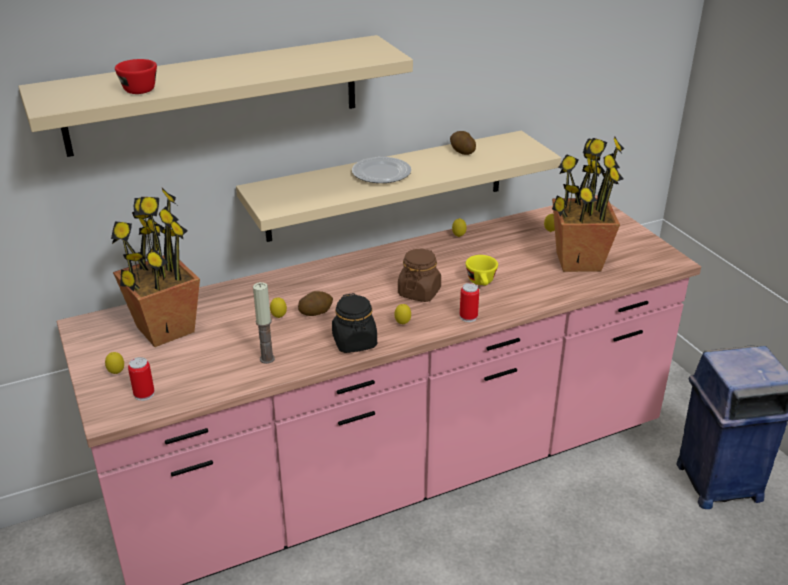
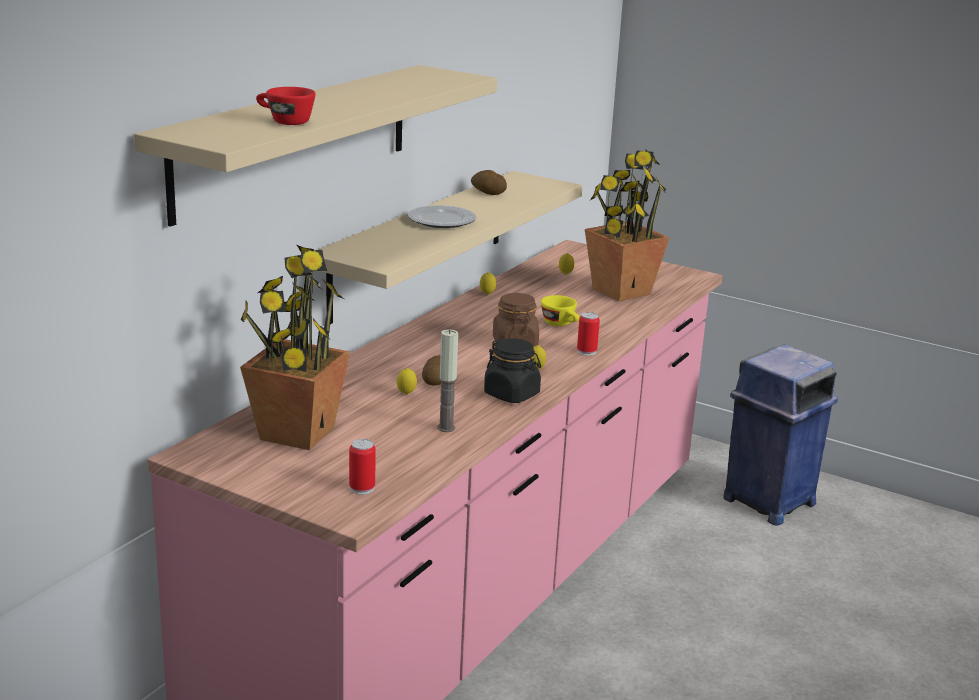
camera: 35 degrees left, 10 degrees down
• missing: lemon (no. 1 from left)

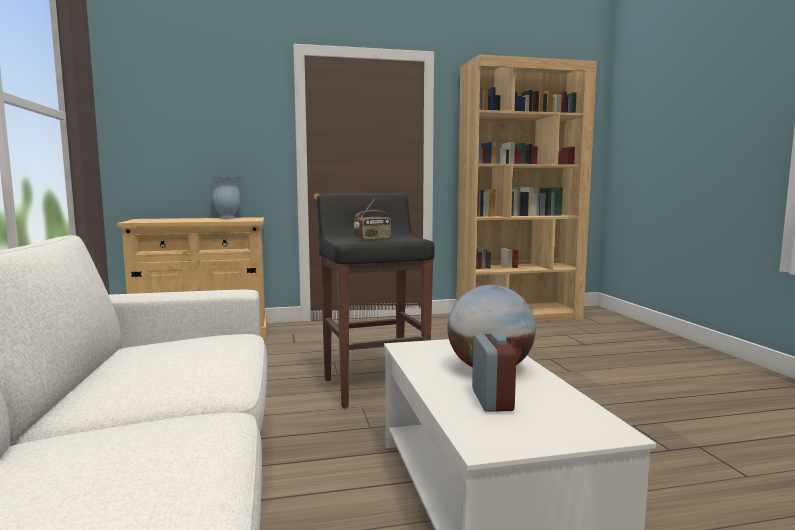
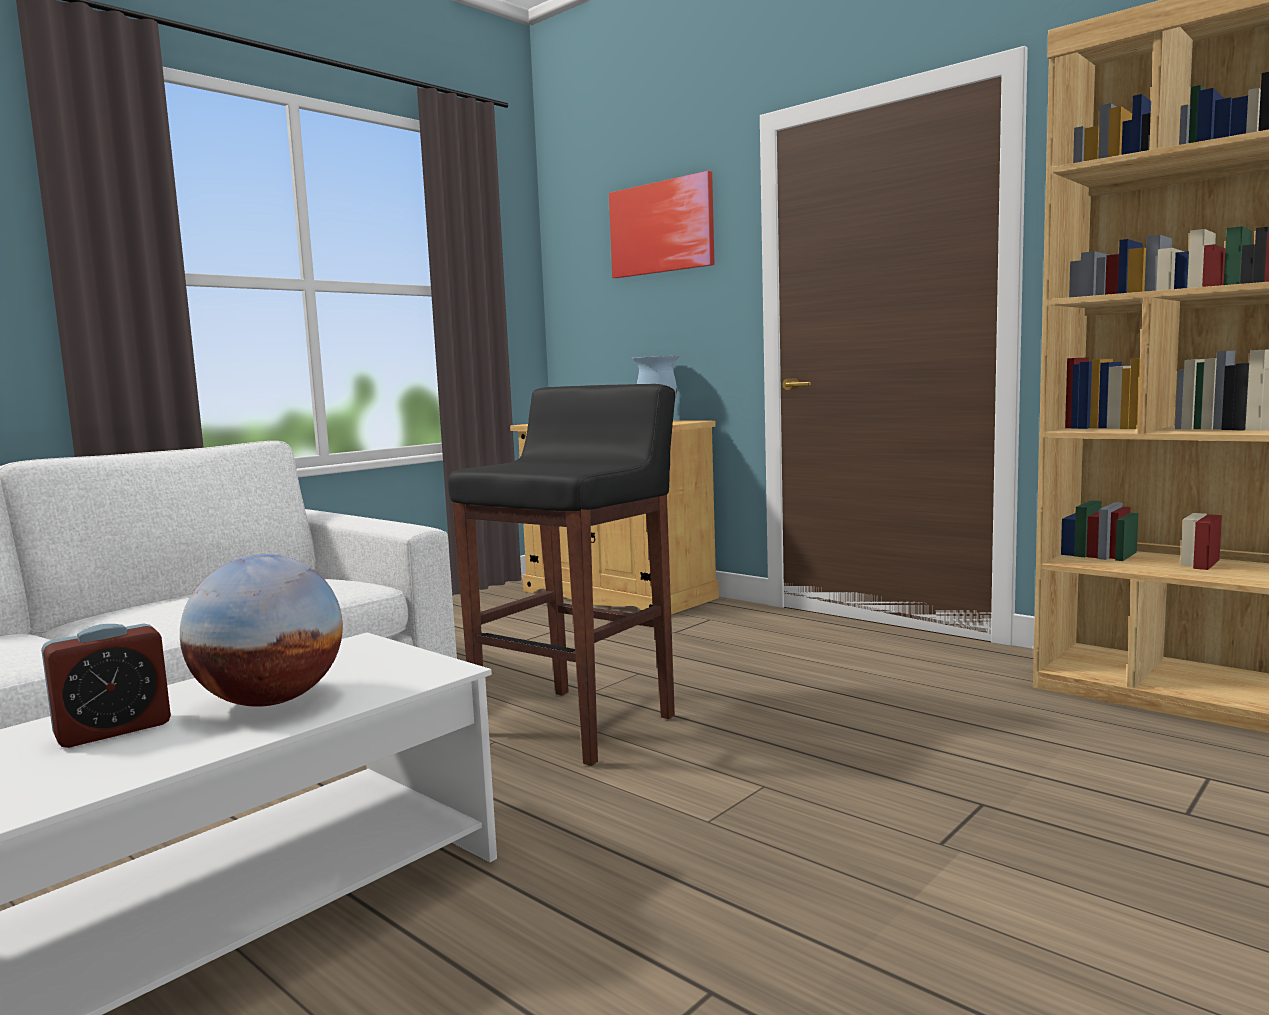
camera: 55 degrees right, 0 degrees up
• missing: radio
• appeared: picture

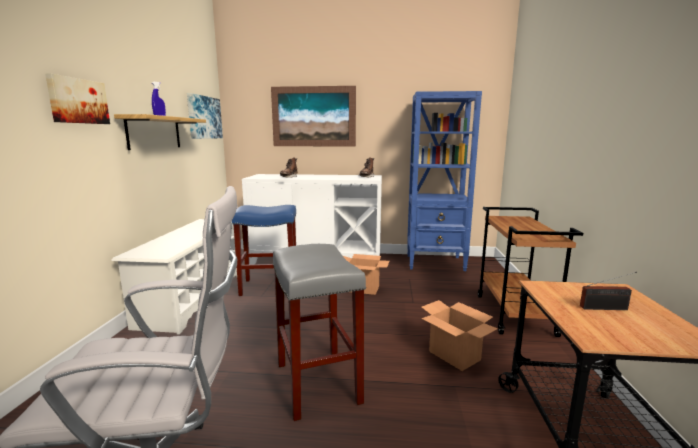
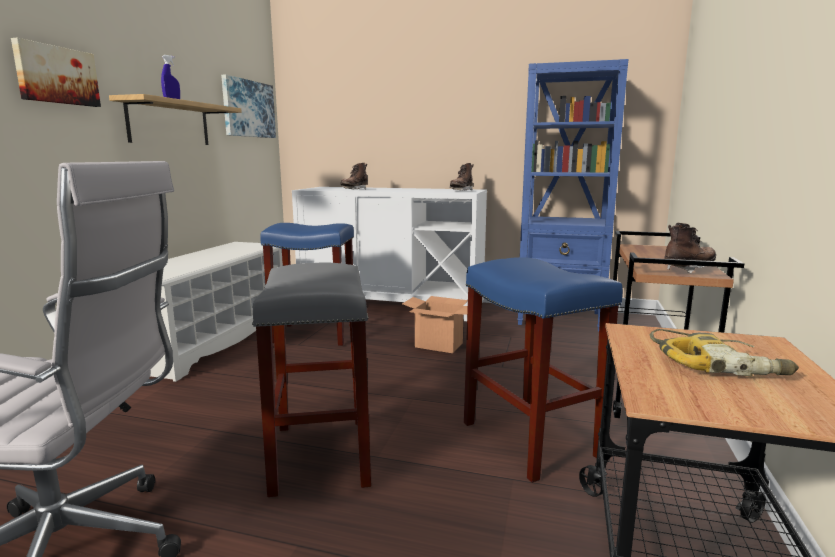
camera: 10 degrees right, 0 degrees up
• missing: picture (no. 3 from left)
• exchanged: radio to power drill
• exchanged: cardboard box (no. 2 from left) to blue stool (no. 2 from left)
• appeared: brown boot (no. 3 from left)

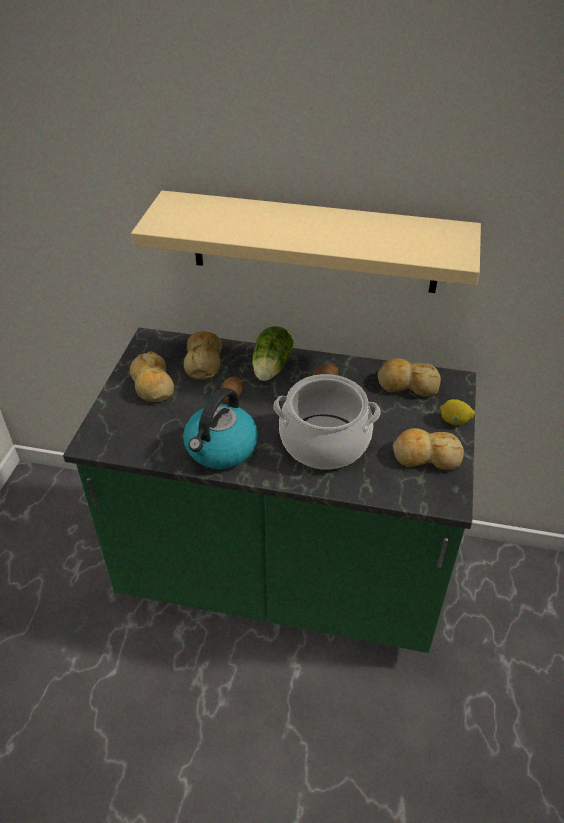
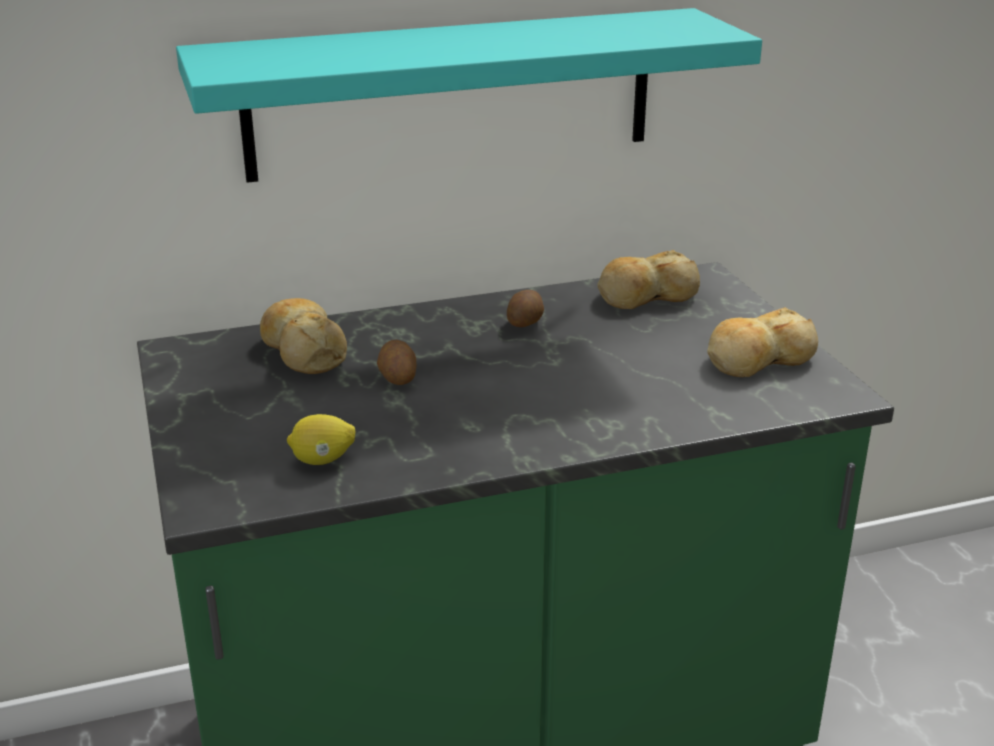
camera: 30 degrees left, 15 degrees down
• colour: beige shelf to turquoise shelf
• missing: lettuce
• missing: bread (no. 1 from left)
• missing: cooking pot
• missing: kettle
• relocated: lemon

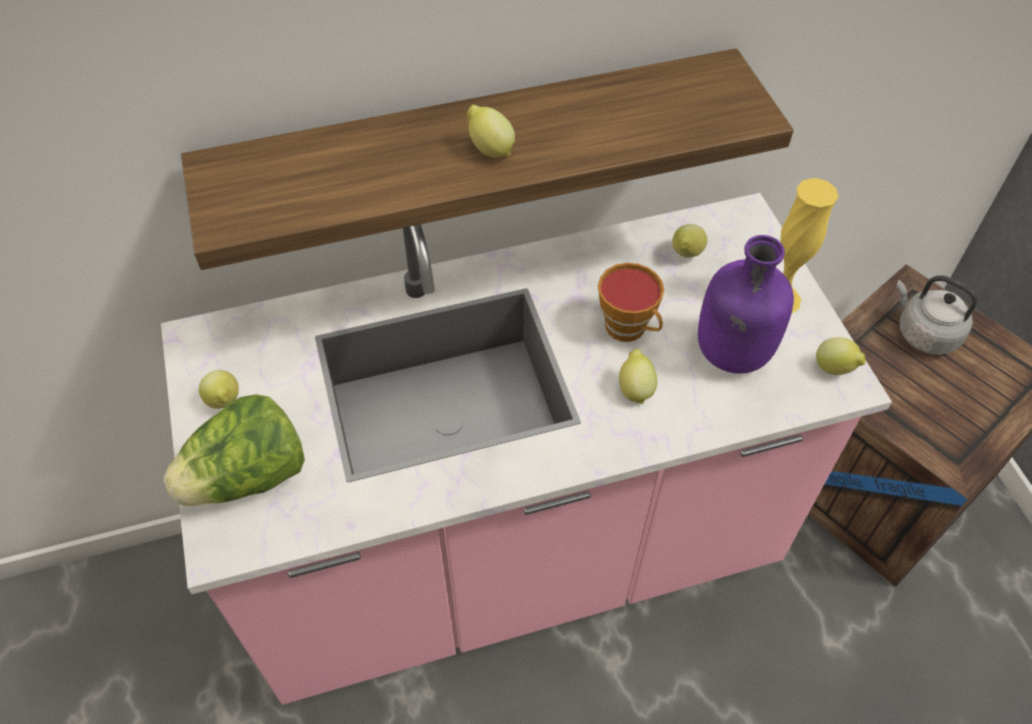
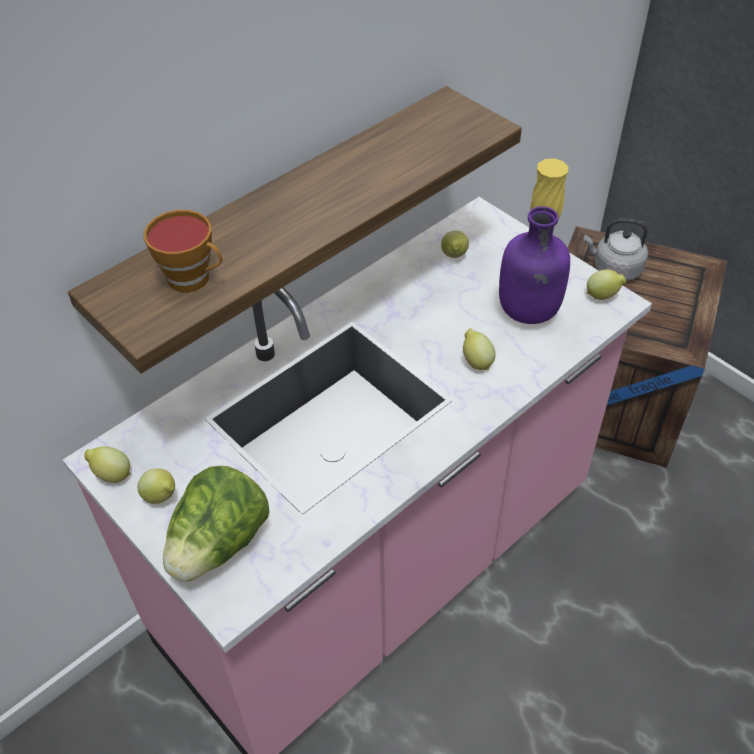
camera: 25 degrees left, 5 degrees down
• relocated: lemon (no. 2 from left in the first image) to lemon (no. 1 from left)
• relocated: cup

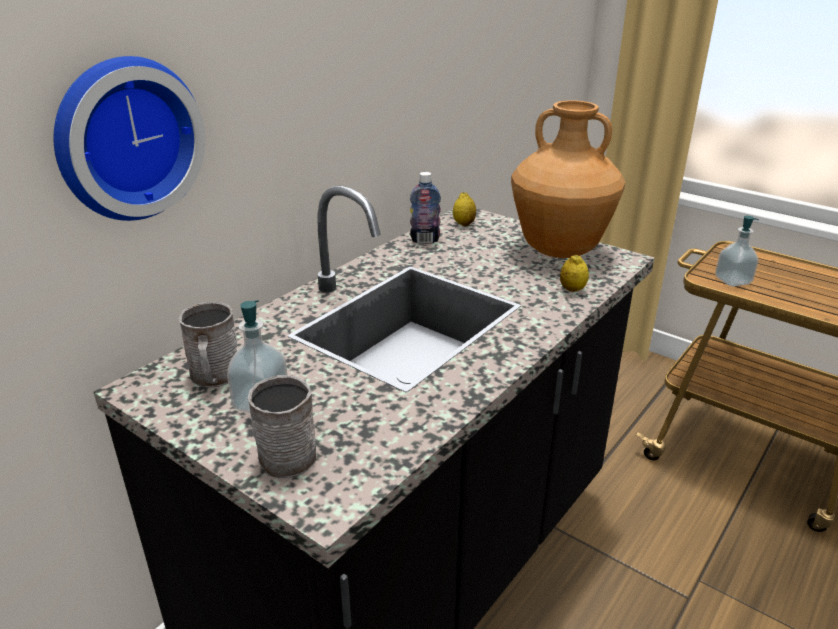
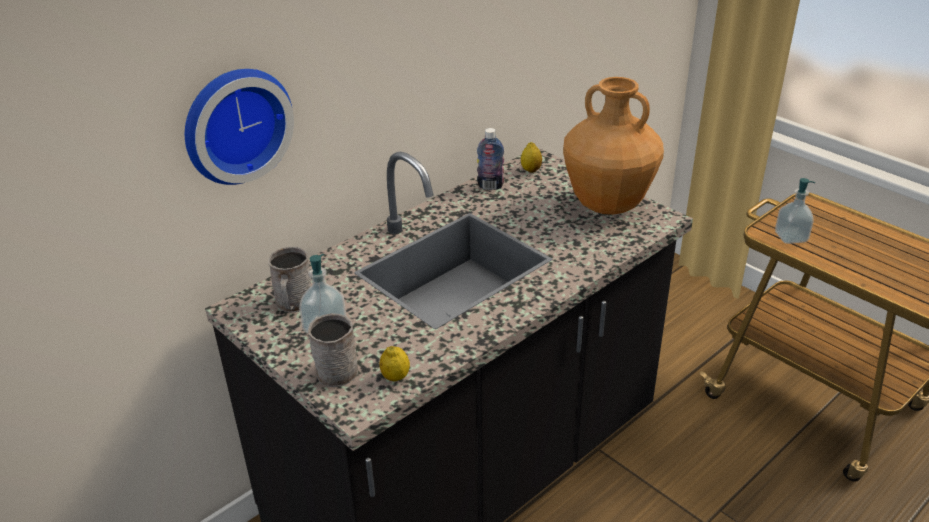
camera: 10 degrees right, 5 degrees up
• relocated: lemon (no. 2 from left in the first image) to lemon (no. 1 from left)

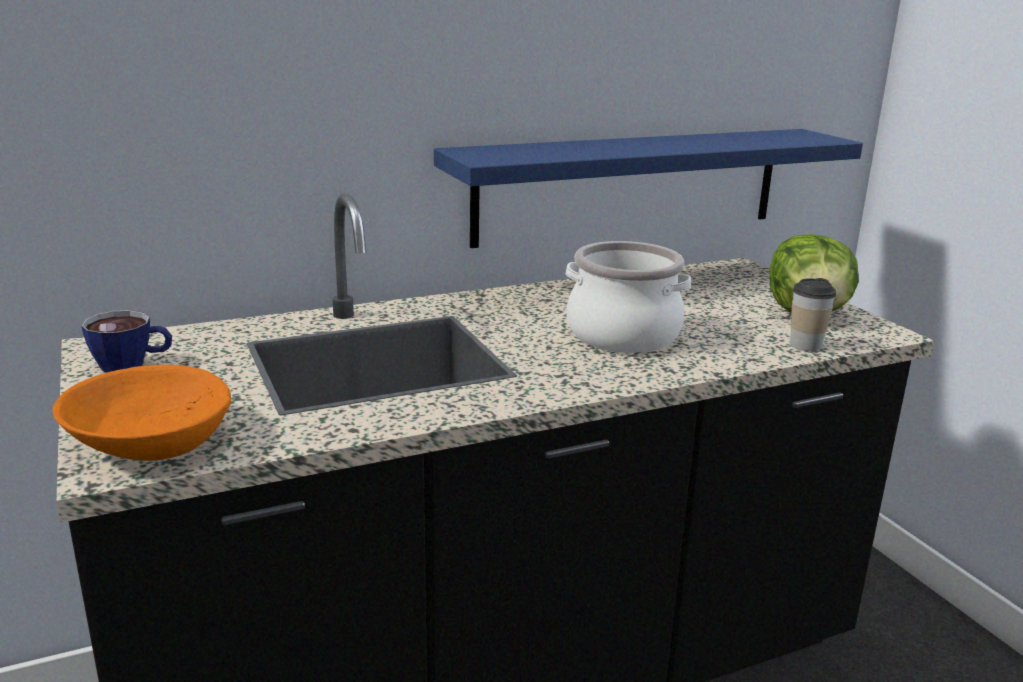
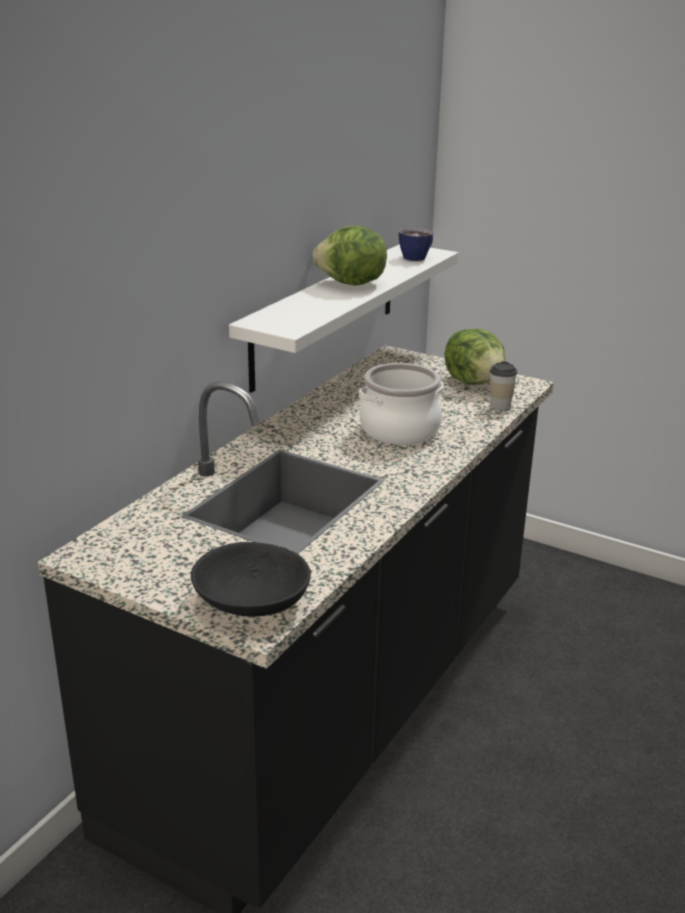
camera: 35 degrees left, 5 degrees up
• colour: blue shelf to white shelf
• relocated: cup (no. 1 from left)
• colour: orange bowl to black bowl
• appeared: lettuce (no. 1 from left)

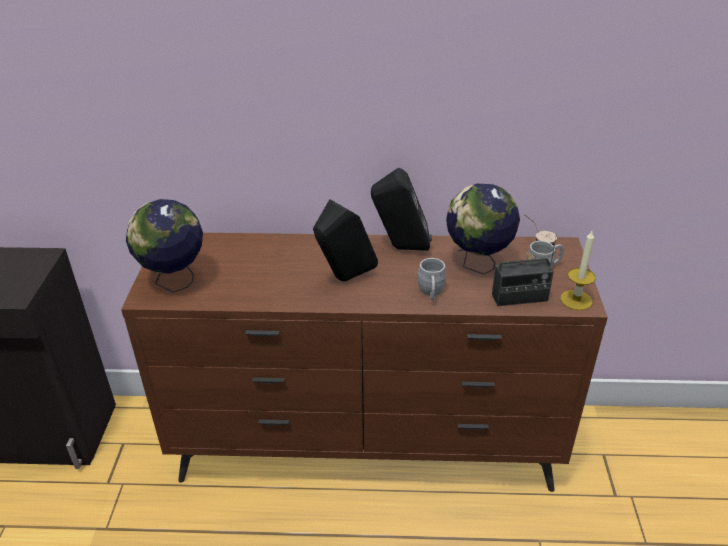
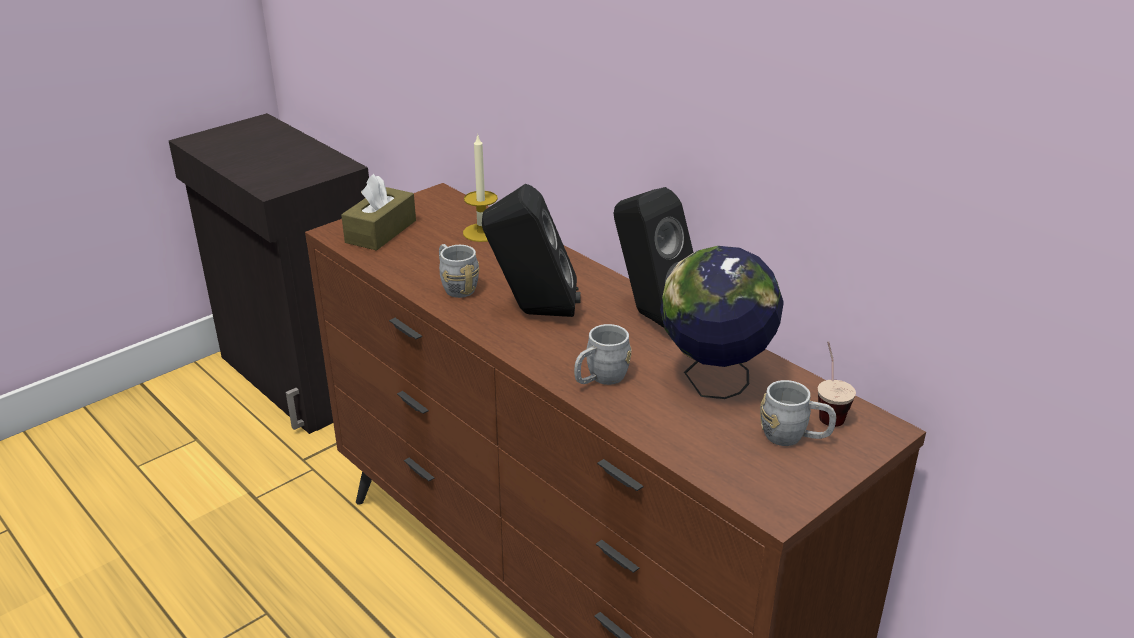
camera: 45 degrees right, 5 degrees down
• exchanged: globe (no. 1 from left) to brown tissue box
• relocated: candle
• missing: radio
• appeared: grey mug (no. 1 from left)

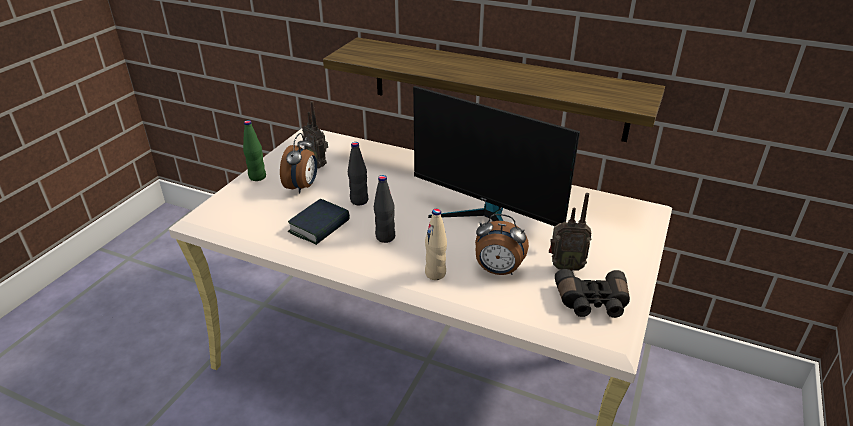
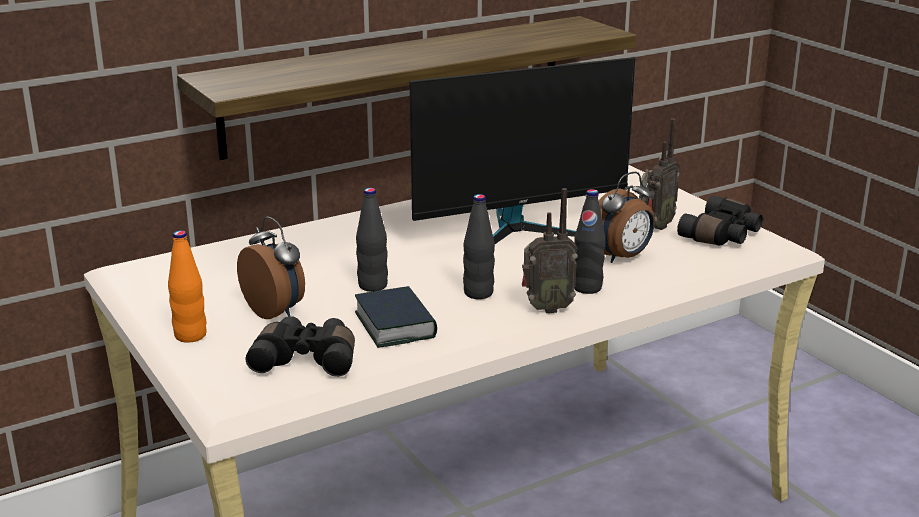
camera: 55 degrees left, 10 degrees down
• relocated: radio (no. 1 from left)
• colour: green bottle to orange bottle
• colour: beige bottle to black bottle (no. 3 from left)
• appeared: black binoculars (no. 1 from left)

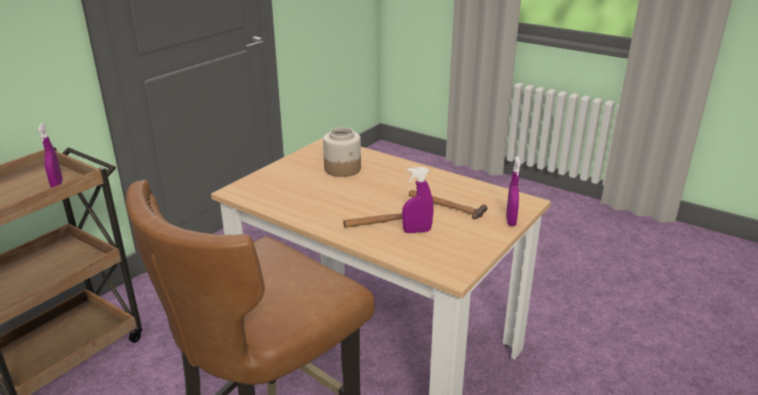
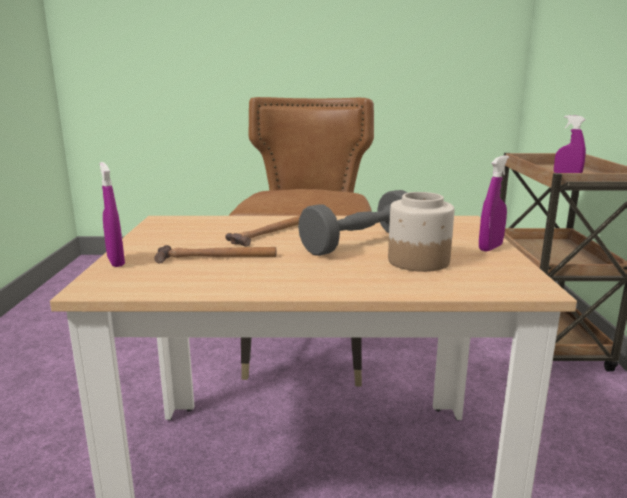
camera: 145 degrees right, 10 degrees down
• relocated: purple spray bottle (no. 2 from left)
• appeared: grey dumbbell

